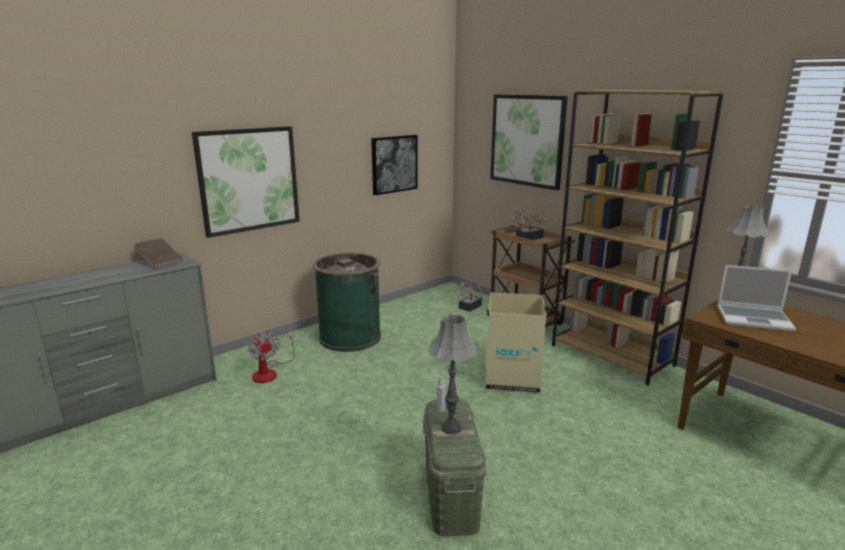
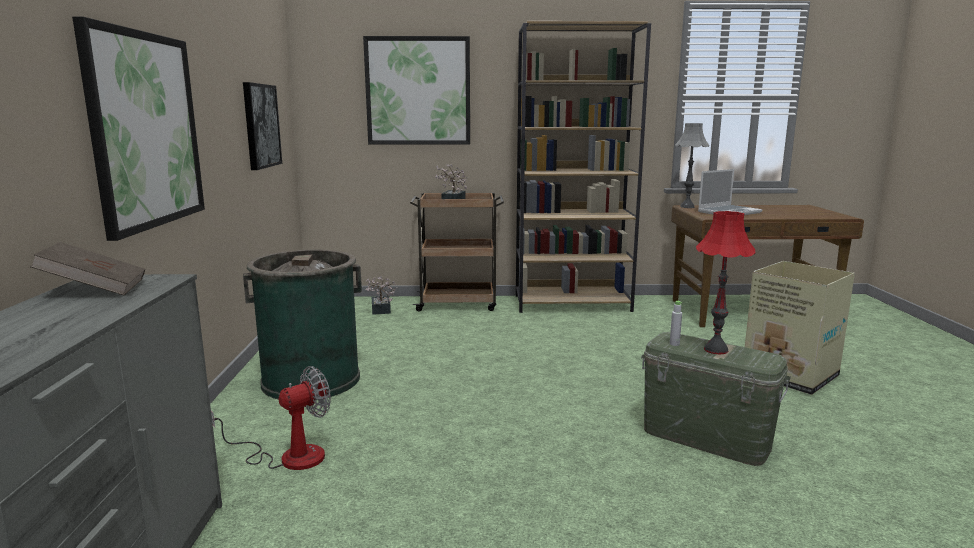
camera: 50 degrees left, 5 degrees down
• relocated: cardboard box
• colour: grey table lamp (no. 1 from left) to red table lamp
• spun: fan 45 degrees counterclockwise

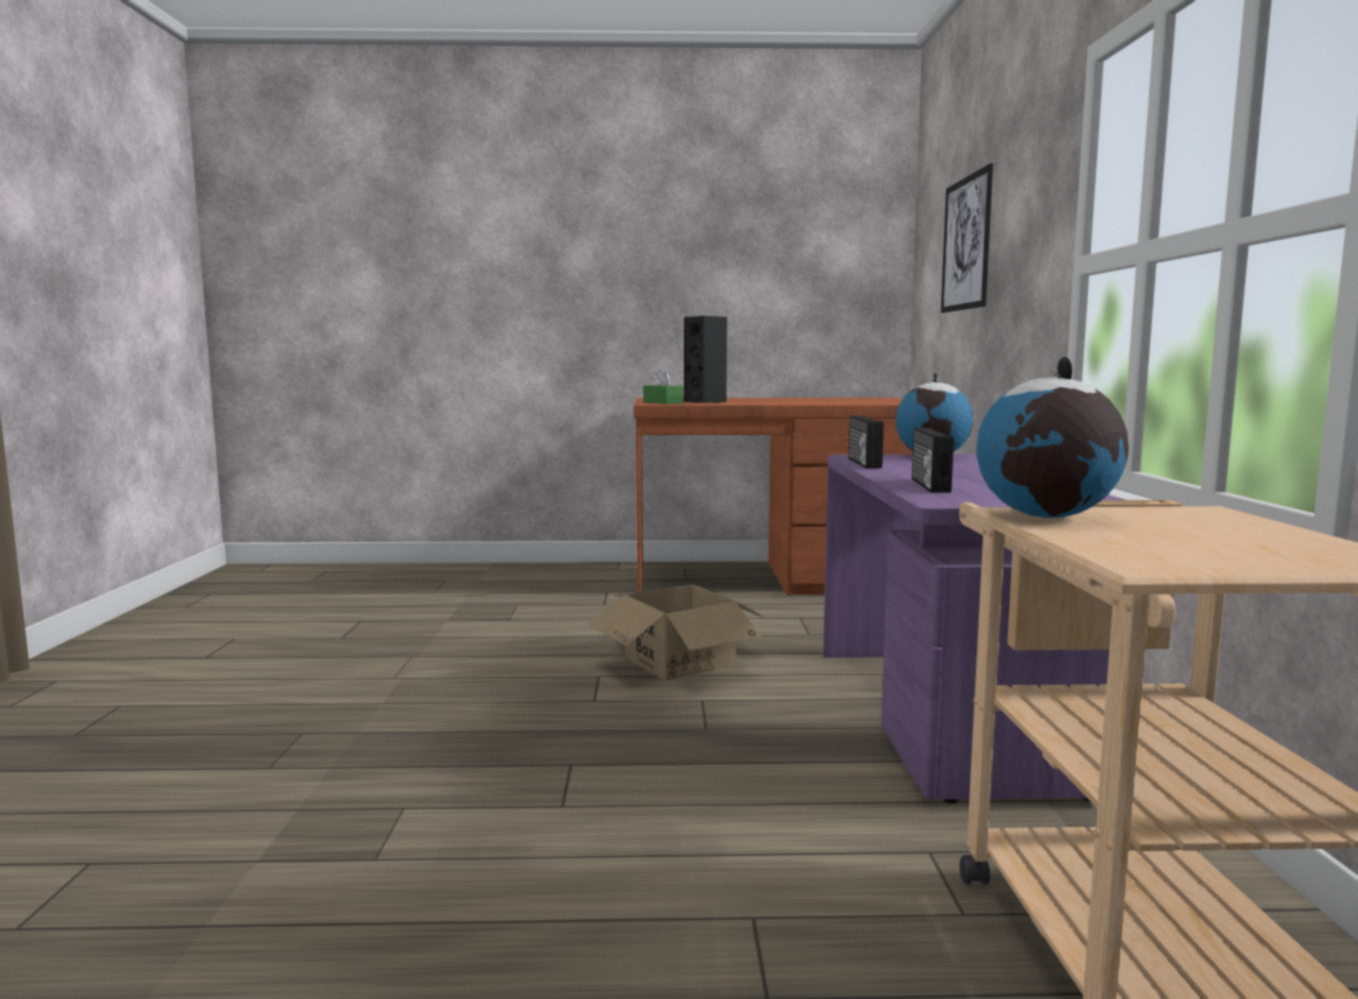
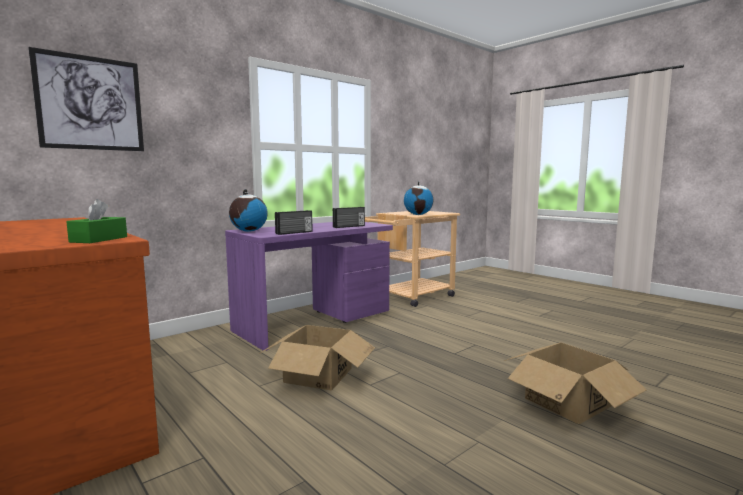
camera: 130 degrees left, 0 degrees up
• missing: black speaker
• appeared: cardboard box (no. 2 from left)

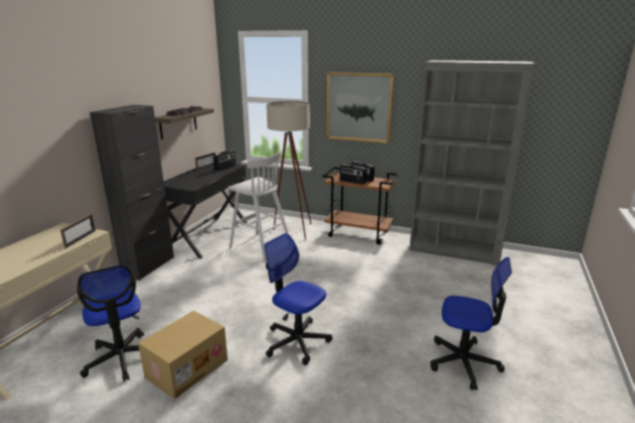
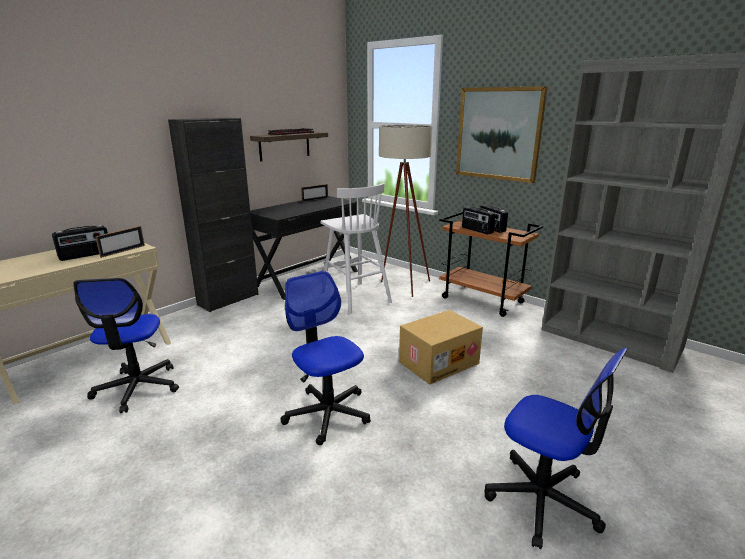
camera: 20 degrees right, 0 degrees up
• relocated: radio (no. 1 from left)
• relocated: cardboard box

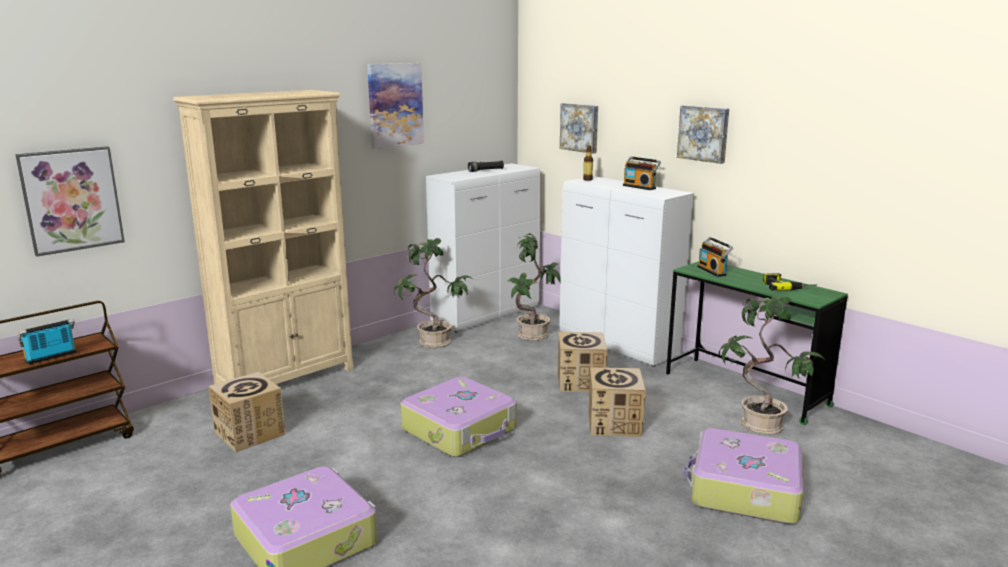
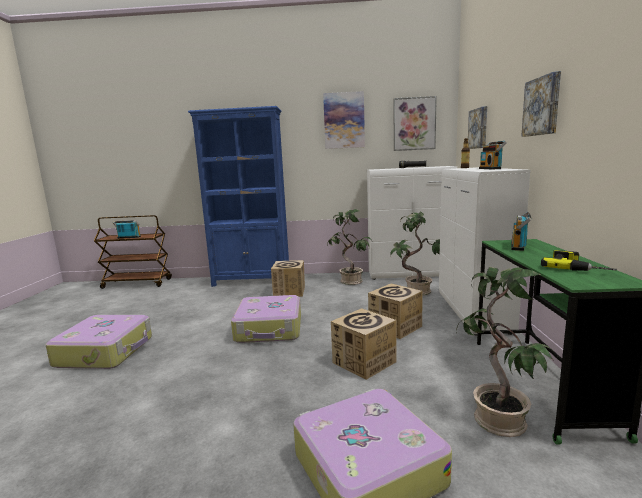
camera: 45 degrees right, 5 degrees down
• colour: beige bookcase to blue bookcase
• relocated: picture (no. 1 from left in the first image) to picture (no. 2 from left)
• relocated: cardboard box (no. 1 from left)

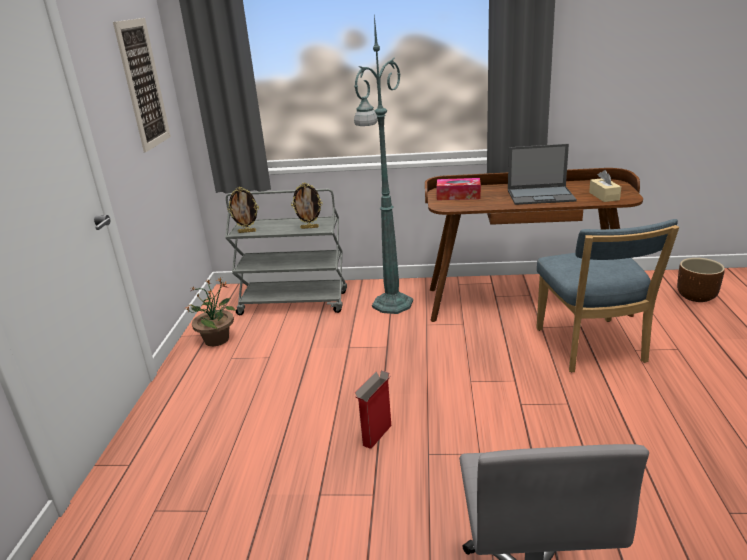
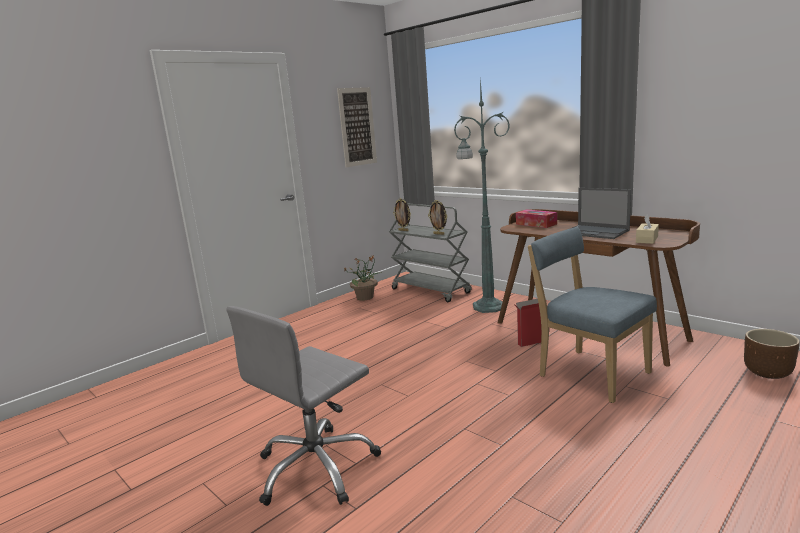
camera: 40 degrees right, 10 degrees down
• spun: blue chair 105 degrees clockwise
• relocated: cardboard box

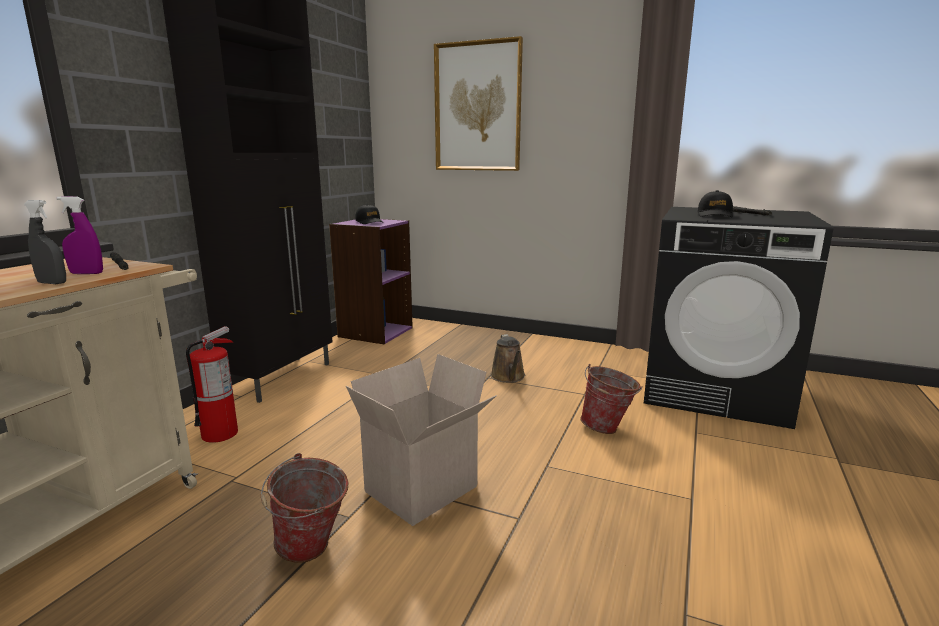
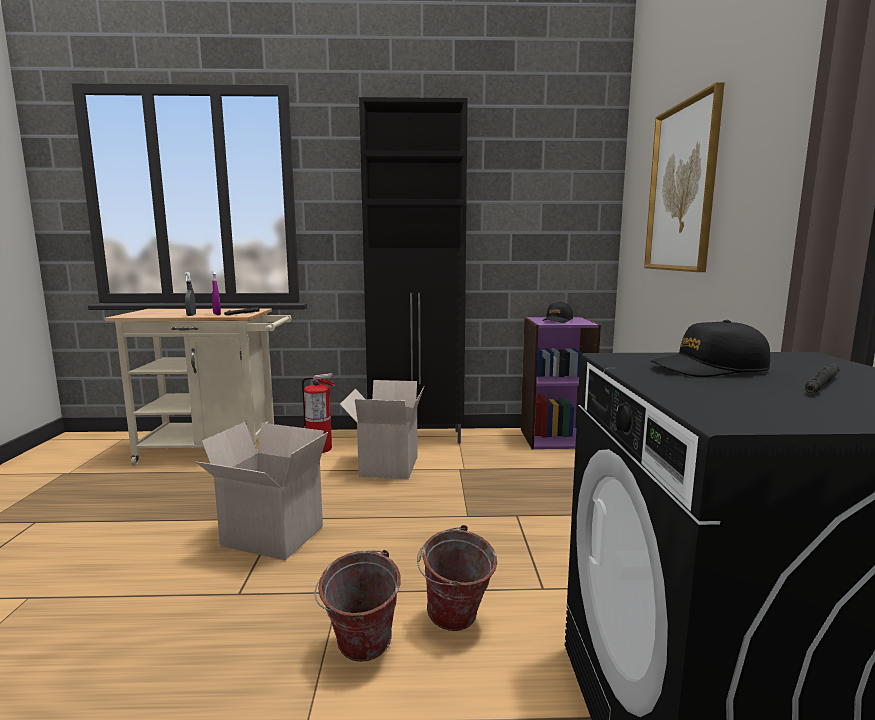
camera: 65 degrees right, 5 degrees down
• missing: brown watering can
• relocated: bucket (no. 1 from left)
• appeared: cardboard box (no. 2 from left)

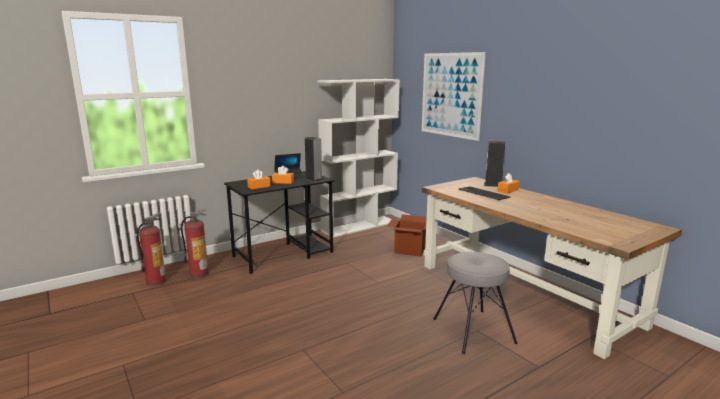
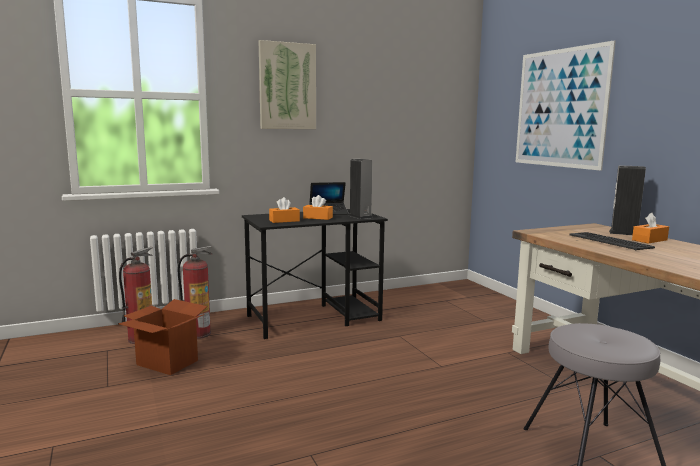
camera: 10 degrees right, 5 degrees down
• missing: white bookcase
• relocated: cardboard box
• appeared: picture (no. 1 from left)

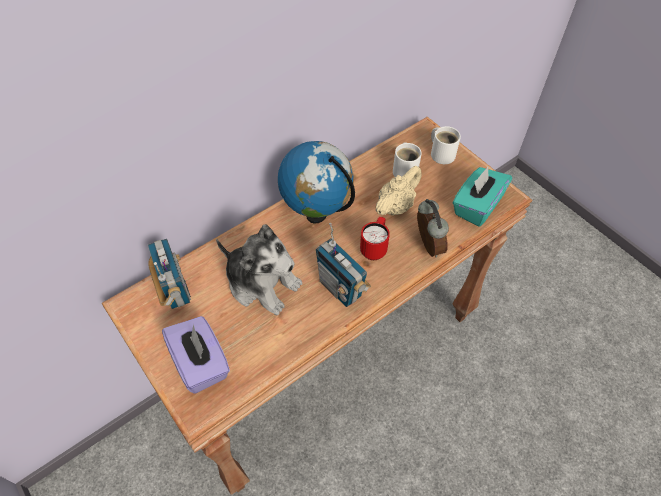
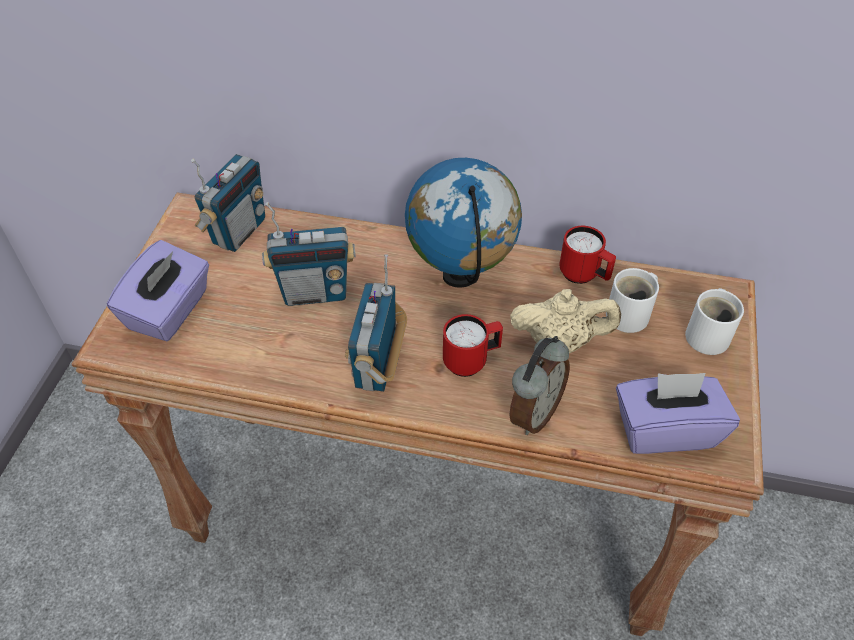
camera: 50 degrees right, 5 degrees down
• colour: turquoise tissue box to purple tissue box (no. 2 from left)
• exchanged: plush toy to radio (no. 2 from left)
• appeared: red mug (no. 2 from left)

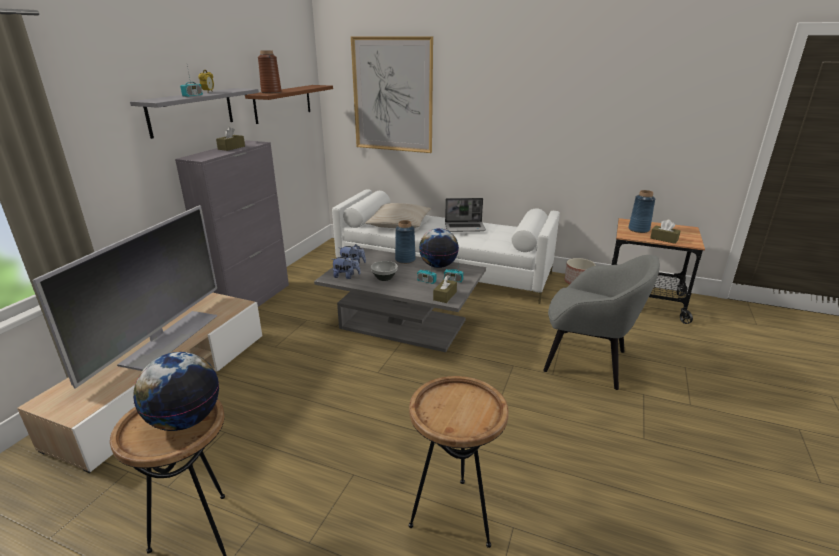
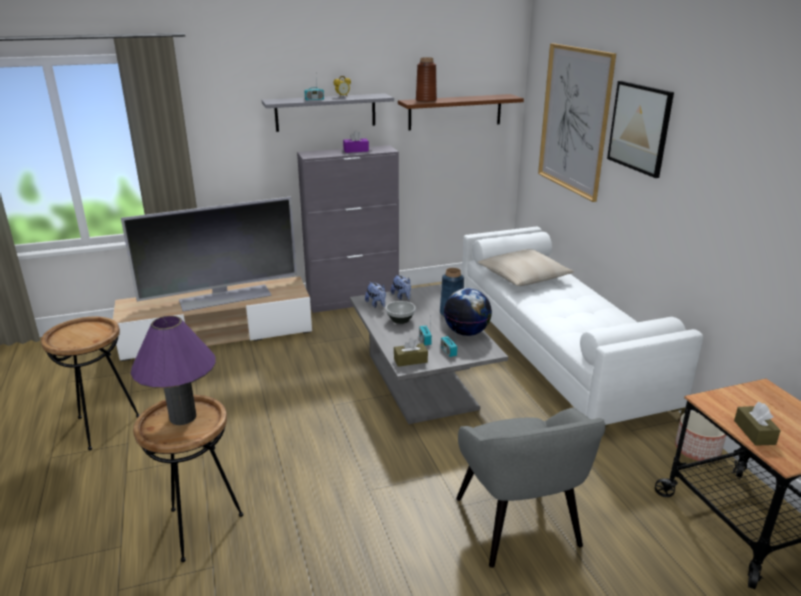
camera: 50 degrees right, 0 degrees up
• colour: brown tissue box (no. 1 from left) to purple tissue box
• missing: blue vase (no. 2 from left)
• missing: laptop
• missing: globe (no. 1 from left)
• appeared: picture (no. 2 from left)
• appeared: purple table lamp

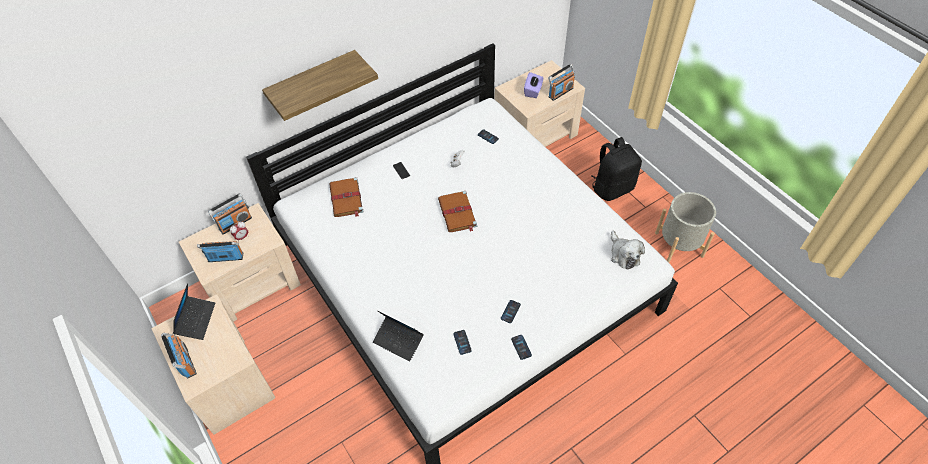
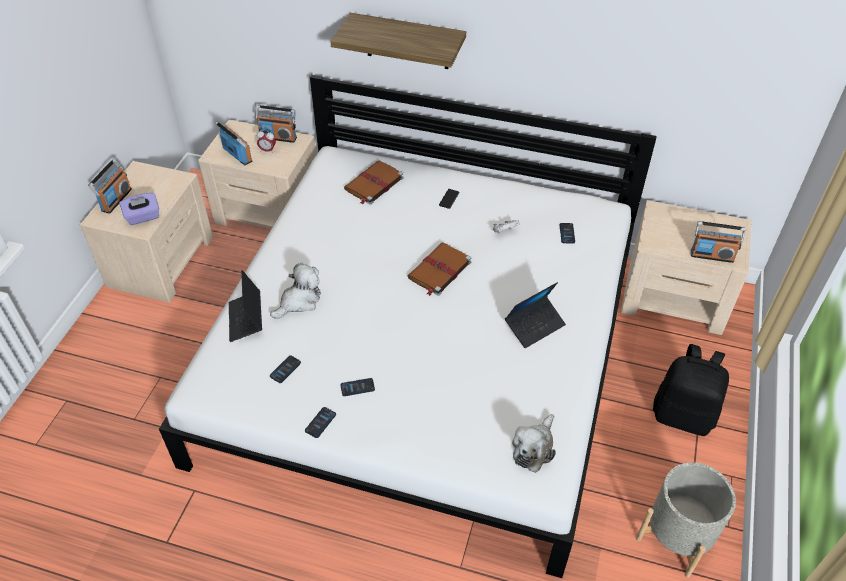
camera: 50 degrees right, 5 degrees down
• relocated: purple tissue box
• relocated: laptop (no. 1 from left in the first image) to laptop (no. 2 from left)
• appeared: plush toy (no. 1 from left)

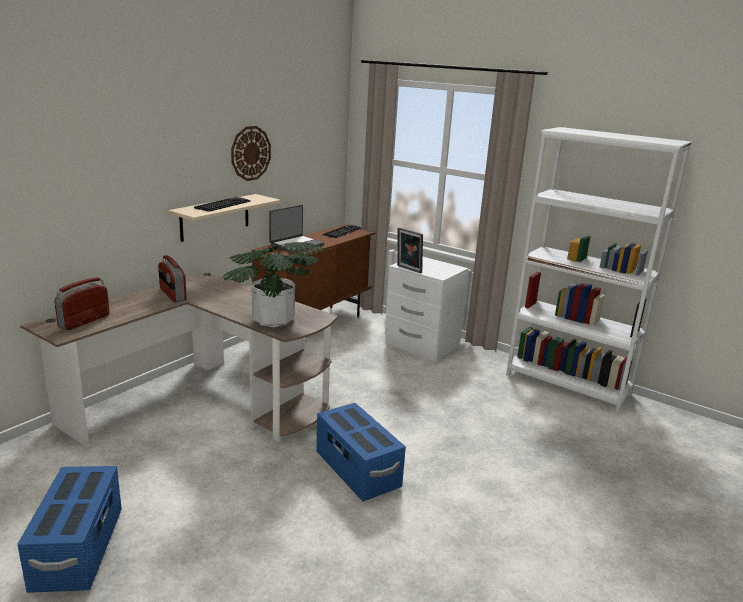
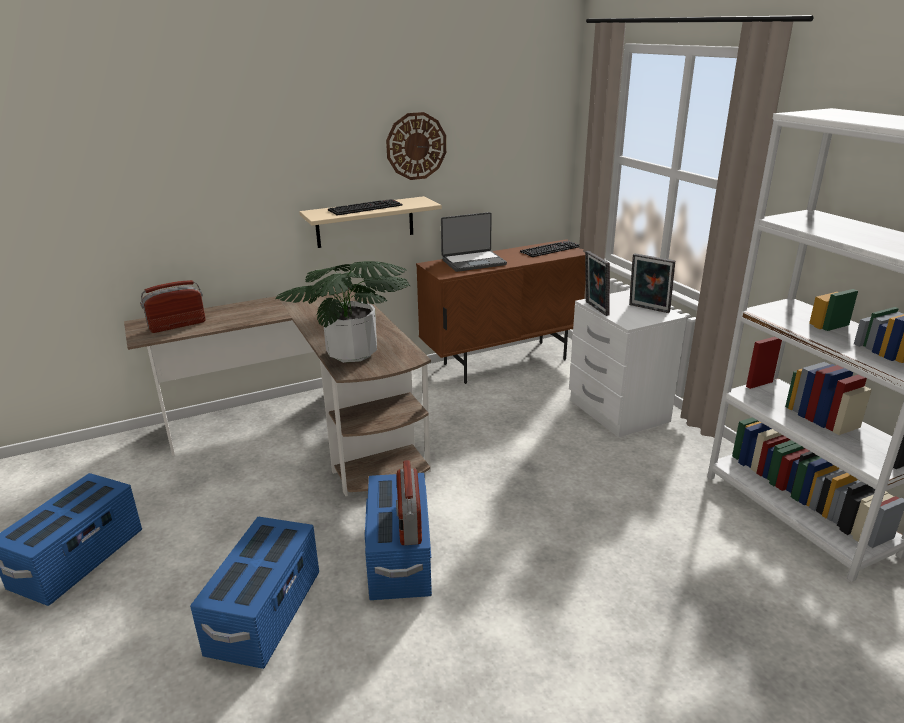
camera: 30 degrees right, 5 degrees up
• relocated: radio (no. 2 from left)
• appeared: picture frame (no. 2 from left)
• appeared: blue storage box (no. 2 from left)

